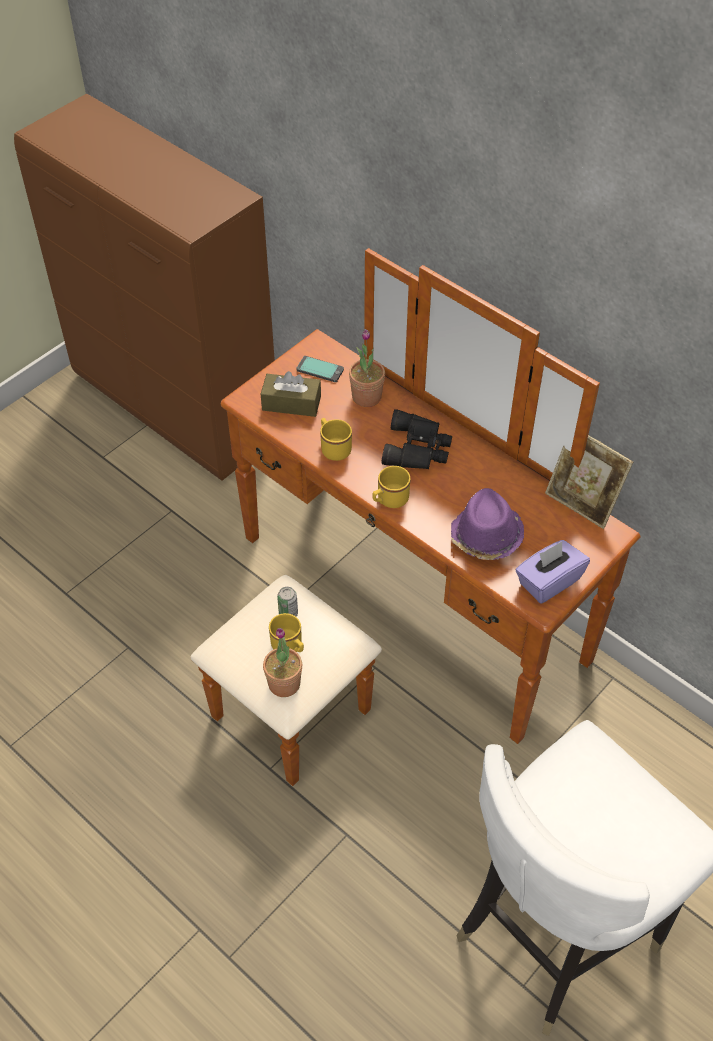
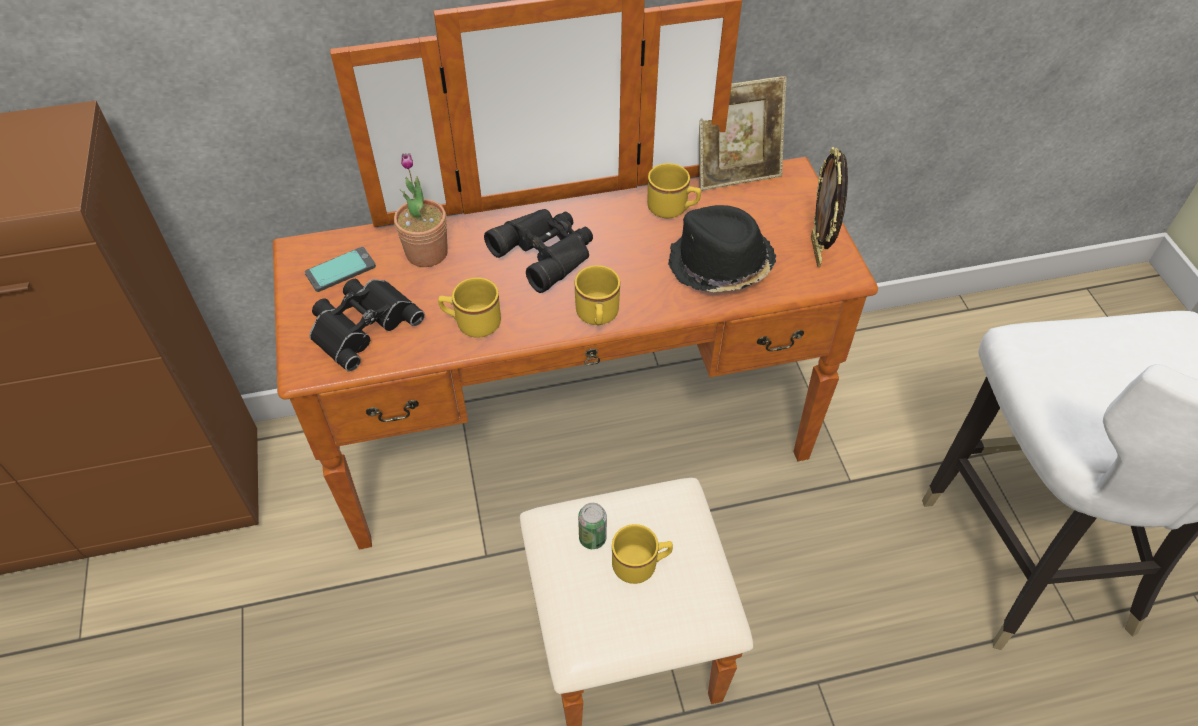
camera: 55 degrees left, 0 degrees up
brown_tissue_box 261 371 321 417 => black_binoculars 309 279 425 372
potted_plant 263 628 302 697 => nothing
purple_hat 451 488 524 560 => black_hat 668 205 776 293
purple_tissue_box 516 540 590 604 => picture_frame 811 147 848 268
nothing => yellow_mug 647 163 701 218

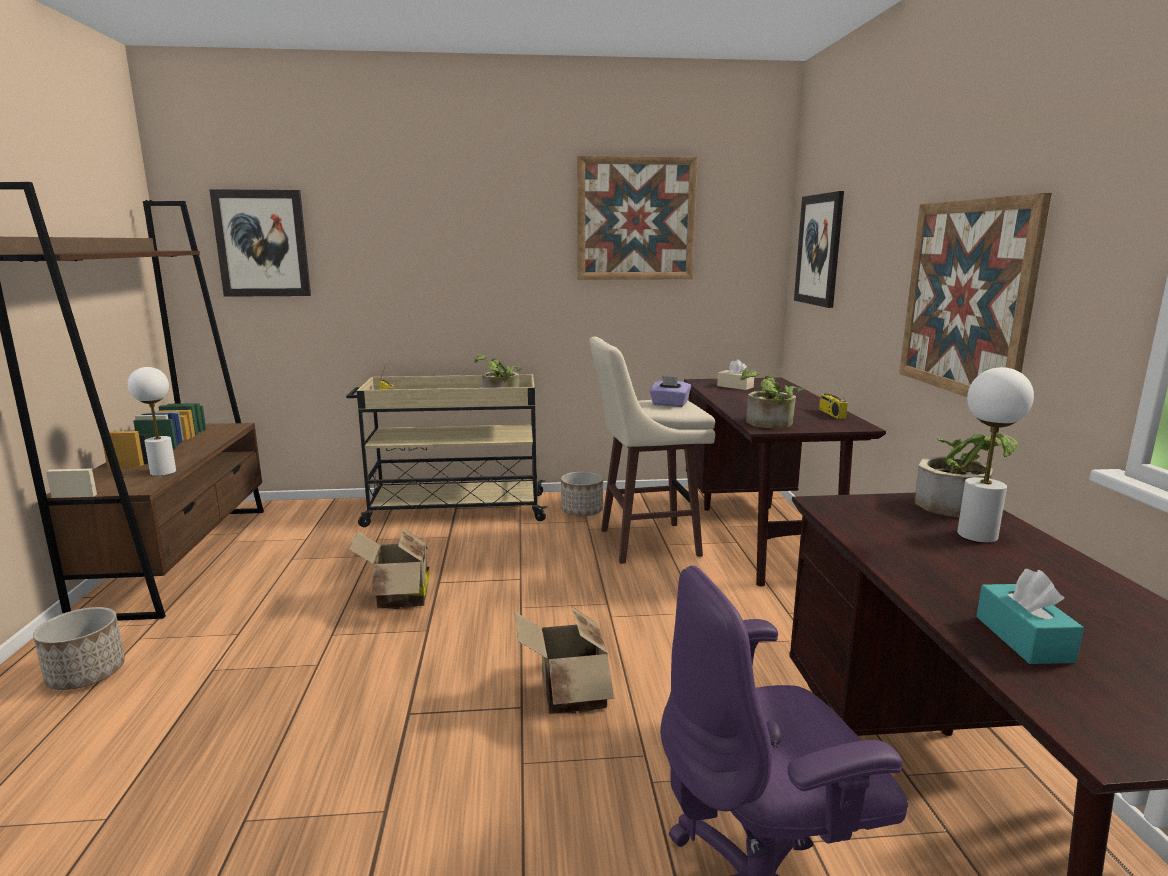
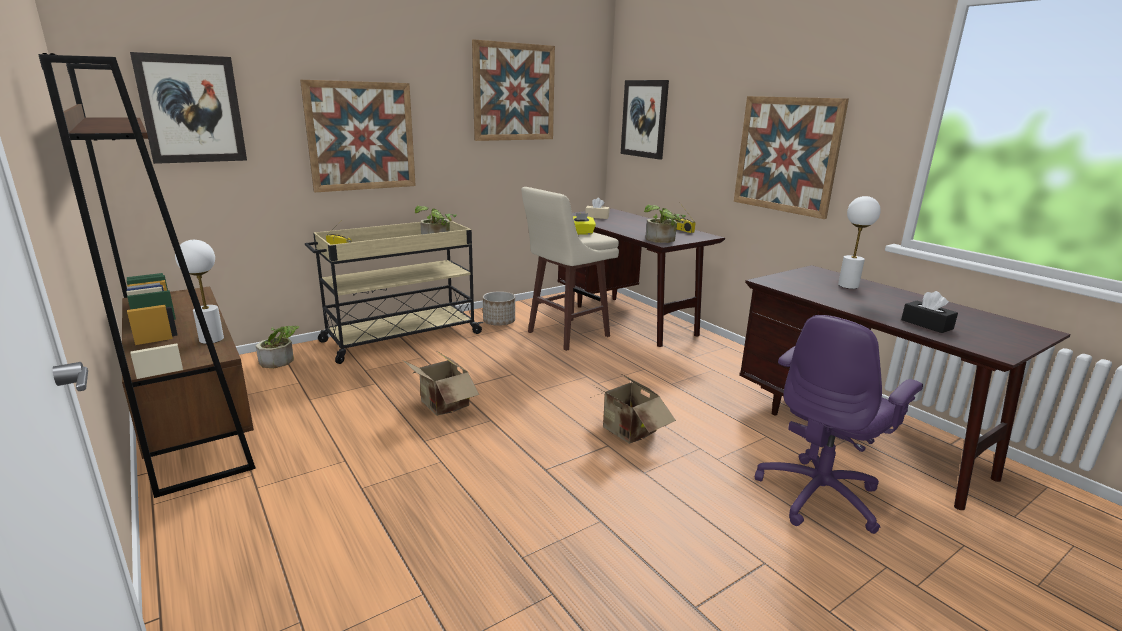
camera: 30 degrees left, 5 degrees up
planter 33 607 125 690 => nothing
purple_tissue_box 650 376 691 407 => yellow_tissue_box 573 213 596 235
potted_plant 914 433 1017 518 => potted_plant 256 326 299 368, relocated
turquoise_tissue_box 976 569 1084 664 => black_tissue_box 901 291 958 333
nothing => picture 300 80 416 192

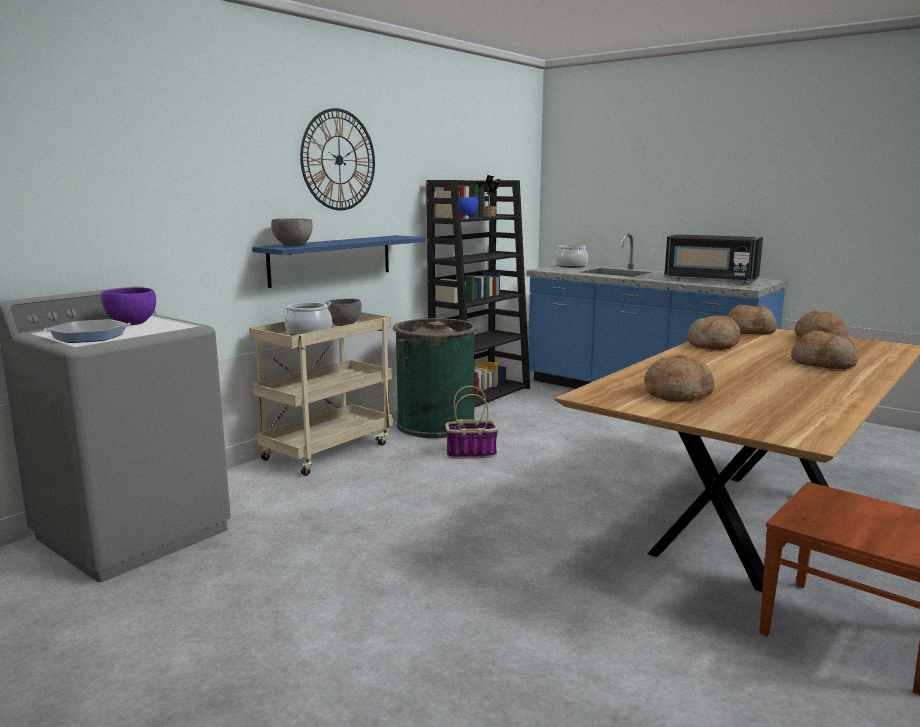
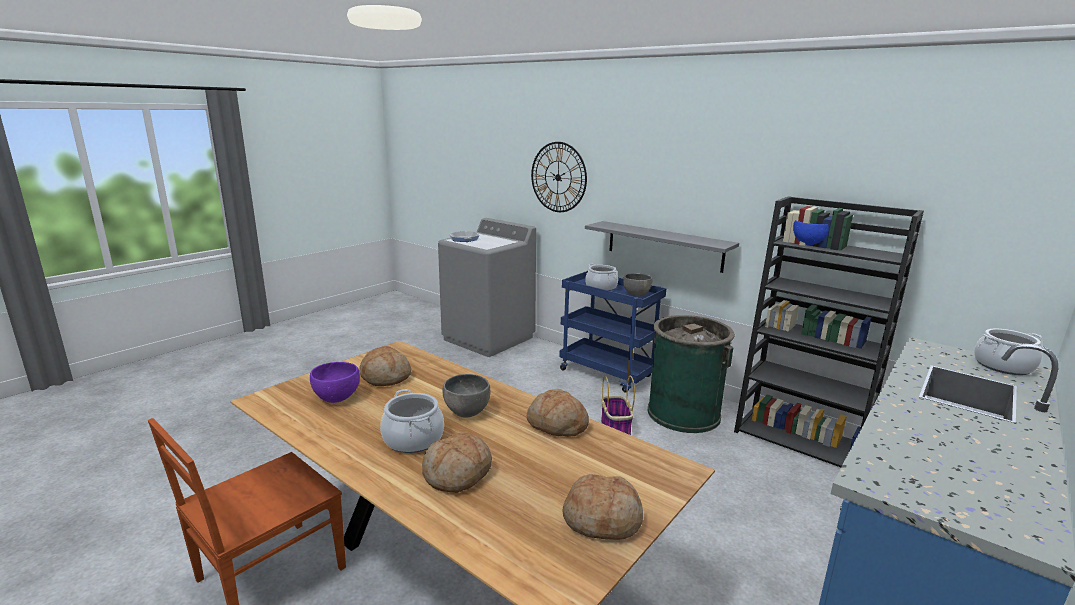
camera: 90 degrees right, 5 degrees up
purple_bowl 101 288 156 325 => purple_bowl 310 362 360 403, relocated
beige_cart 249 312 393 476 => blue_cart 559 271 666 393
blue_shelf 252 235 425 288 => grey_shelf 585 221 739 273
grey_bowl 271 219 313 246 => grey_bowl 443 374 491 418, relocated
wall_clock 300 108 375 210 => wall_clock 531 142 587 212, relocated
potted_plant 475 175 504 217 => nothing
black_microwave 665 234 763 284 => nothing
bread 728 304 777 335 => nothing
nothing => cooking_pot 380 389 444 453

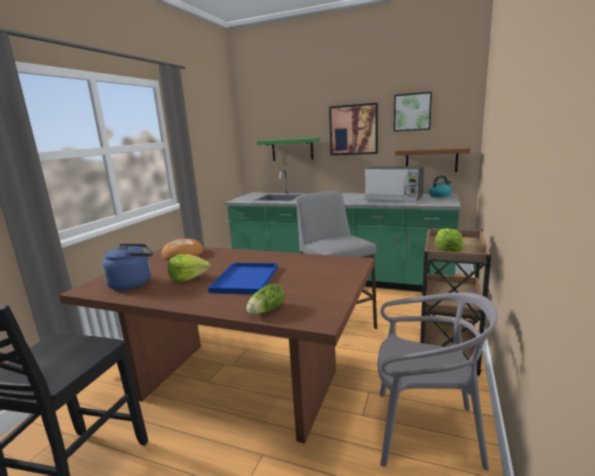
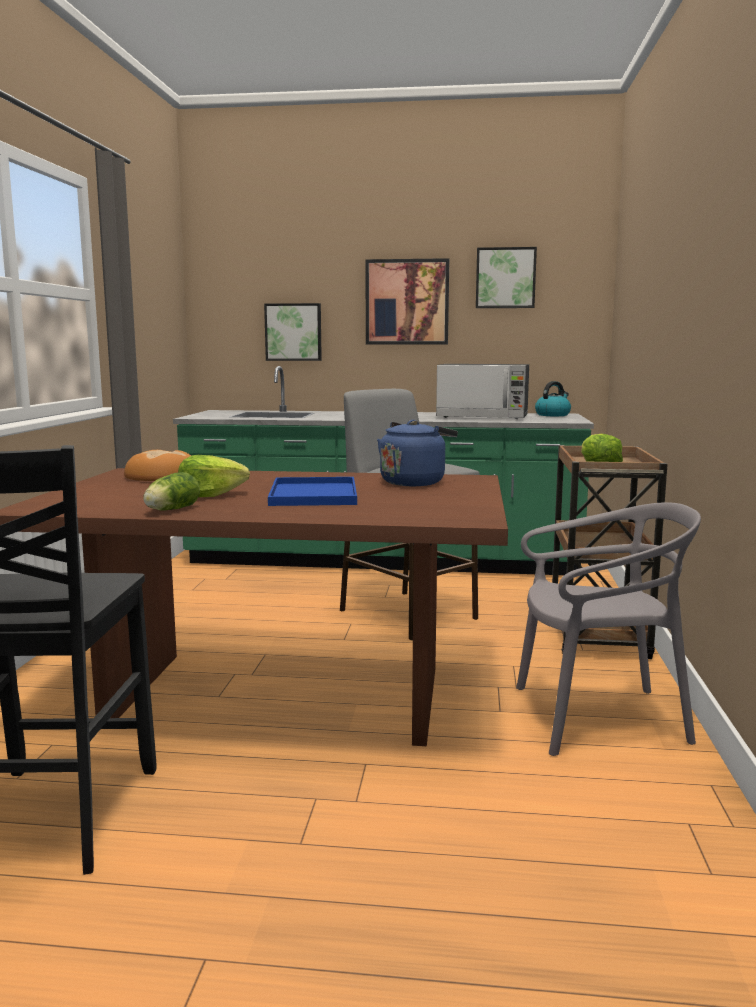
camera: 15 degrees left, 5 degrees down
blue_kettle 102 244 153 291 => blue_kettle 377 420 458 486, relocated
lettuce 247 284 285 314 => lettuce 143 472 200 511, relocated
green_shelf 257 137 320 161 => picture 264 303 322 361
brown_shelf 395 147 470 172 => nothing

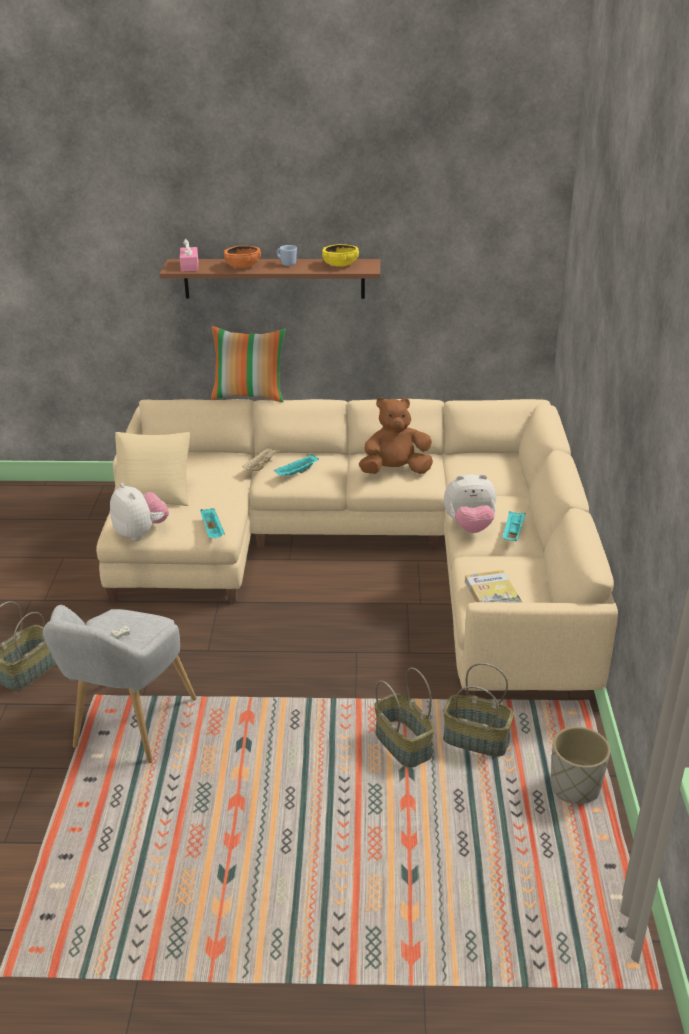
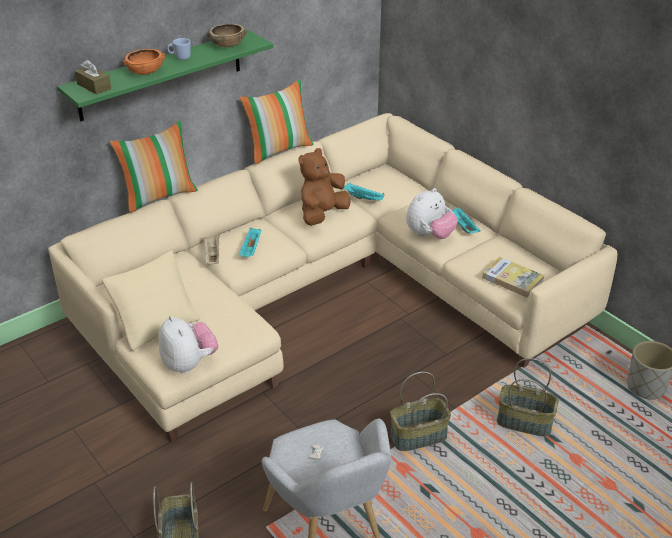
camera: 40 degrees left, 5 degrees up
plush_toy 110 483 169 541 => plush_toy 159 315 218 373, 45 degrees clockwise
brown_shelf 160 259 380 299 => green_shelf 57 30 273 121
pink_tissue_box 180 239 198 271 => brown_tissue_box 75 60 111 95
turquoise_tray 200 508 225 538 => turquoise_tray 343 183 384 201, relocated
yellow_bowl 322 244 359 267 => brown_bowl 207 24 247 47
basket 443 663 514 757 => basket 390 372 451 451, relocated
nothing => pillow 239 79 314 164

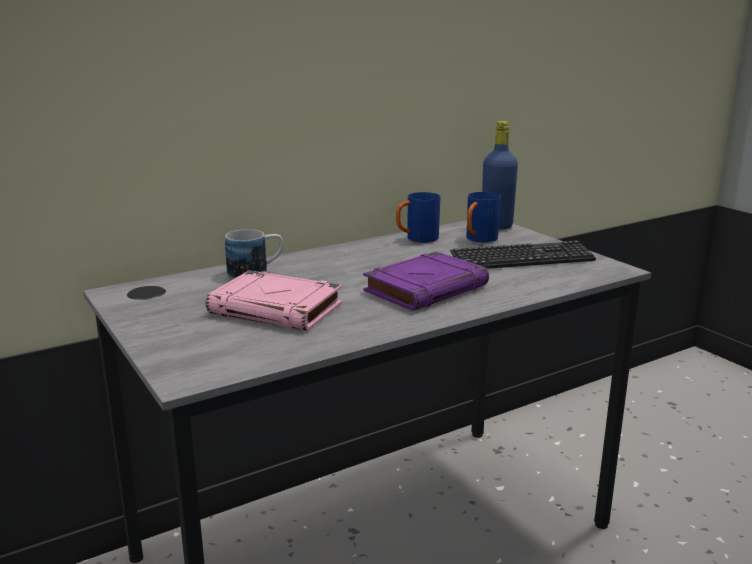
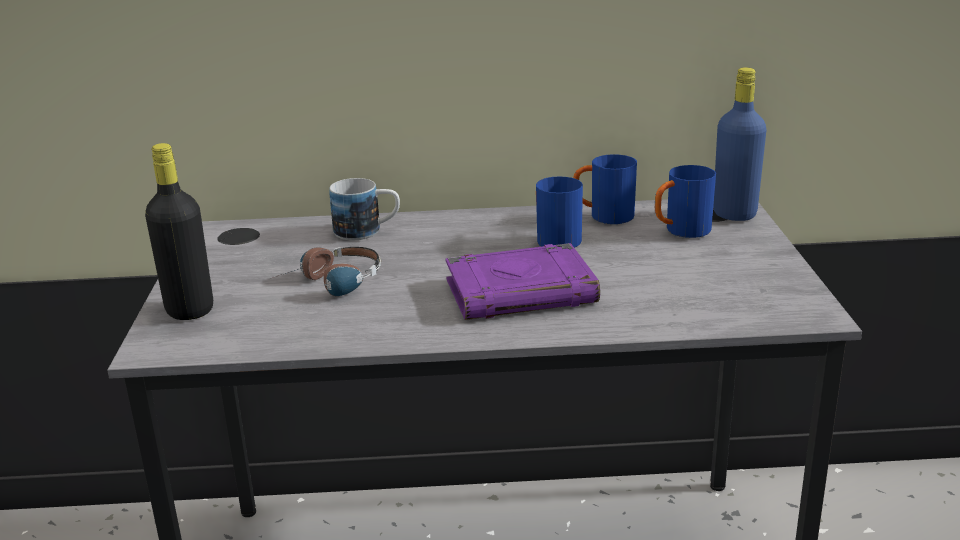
camera: 30 degrees right, 5 degrees up
pink_book 206 270 343 331 => headphones 270 247 381 296
keyboard 450 241 596 269 => nothing
nothing => black_bottle 145 143 213 320
nothing => blue_mug 536 177 583 248

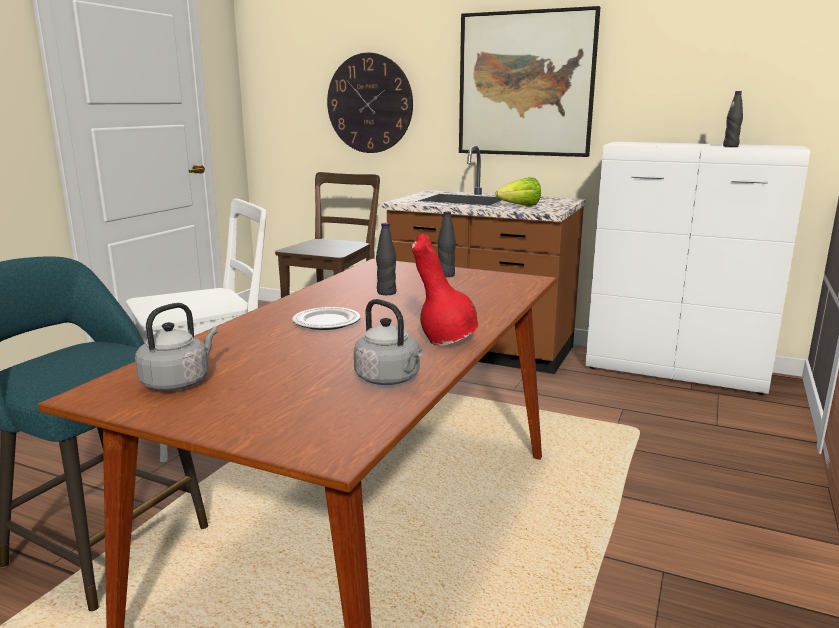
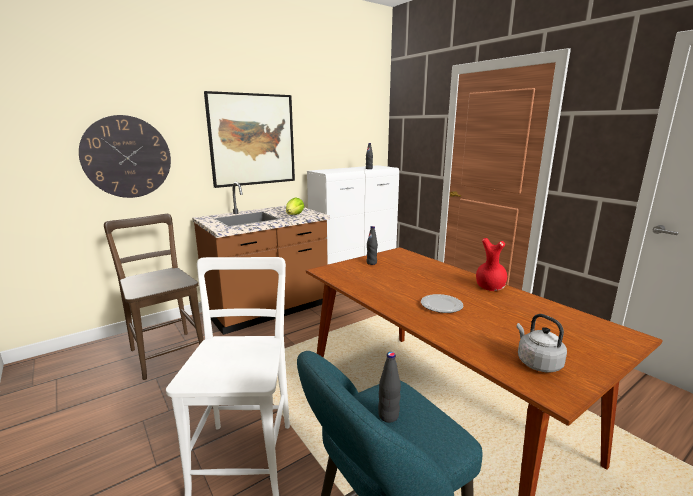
camera: 60 degrees left, 0 degrees up
grey_kettle 354 299 423 385 => nothing
black_bottle 376 223 396 295 => black_bottle 378 352 401 423, relocated

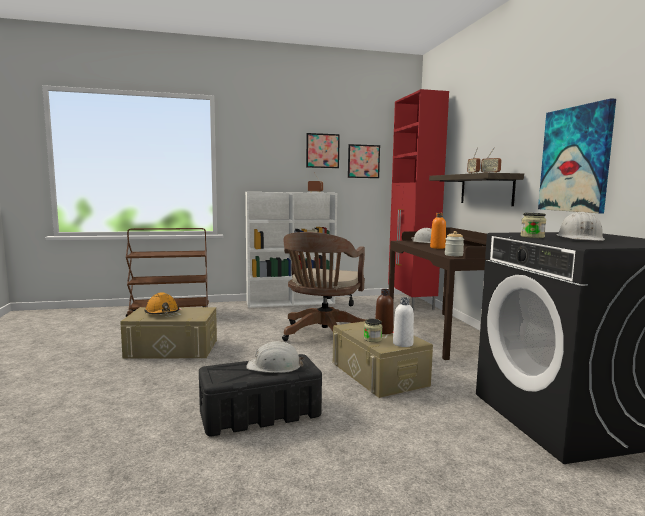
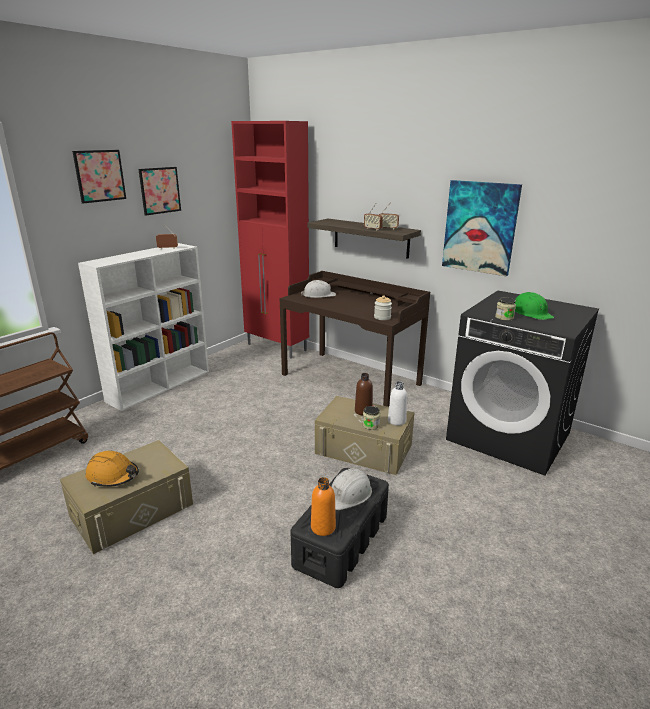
camera: 40 degrees left, 15 degrees up
brown_office_chair 282 232 366 341 => nothing
picture 348 144 380 178 => picture 72 150 126 204, relocated
orange_bottle 430 213 446 249 => orange_bottle 311 477 336 536, relocated
white_hard_hat 557 212 605 241 => green_hard_hat 515 292 554 320

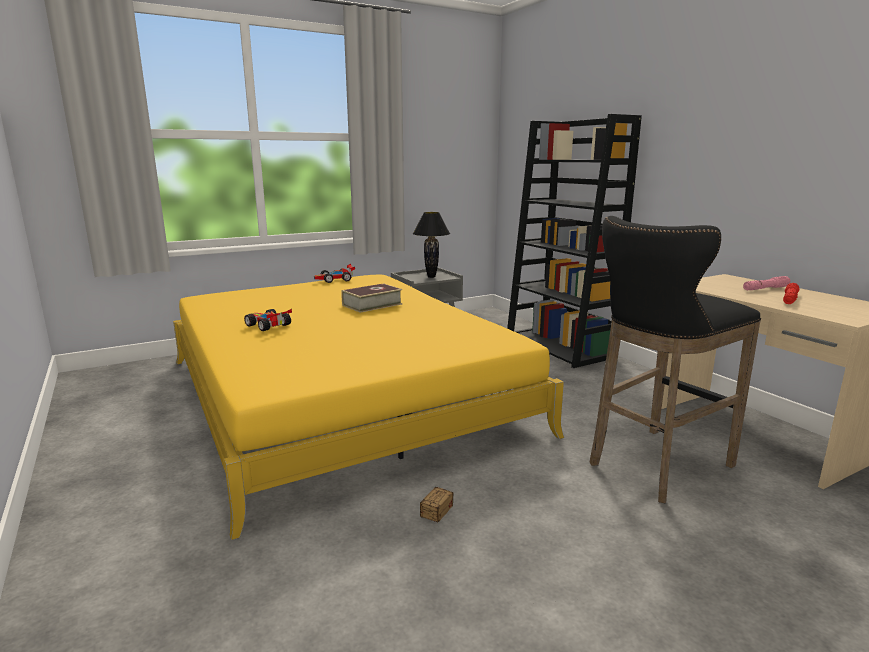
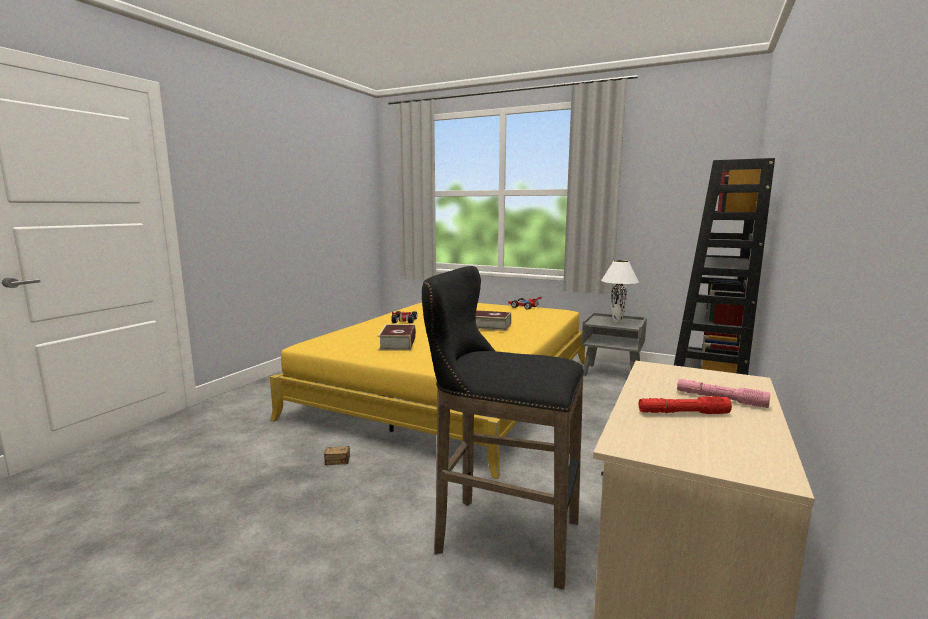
camera: 55 degrees right, 5 degrees down
black_table_lamp 413 212 450 278 => white_table_lamp 601 260 639 324
nothing => book 378 324 416 351

